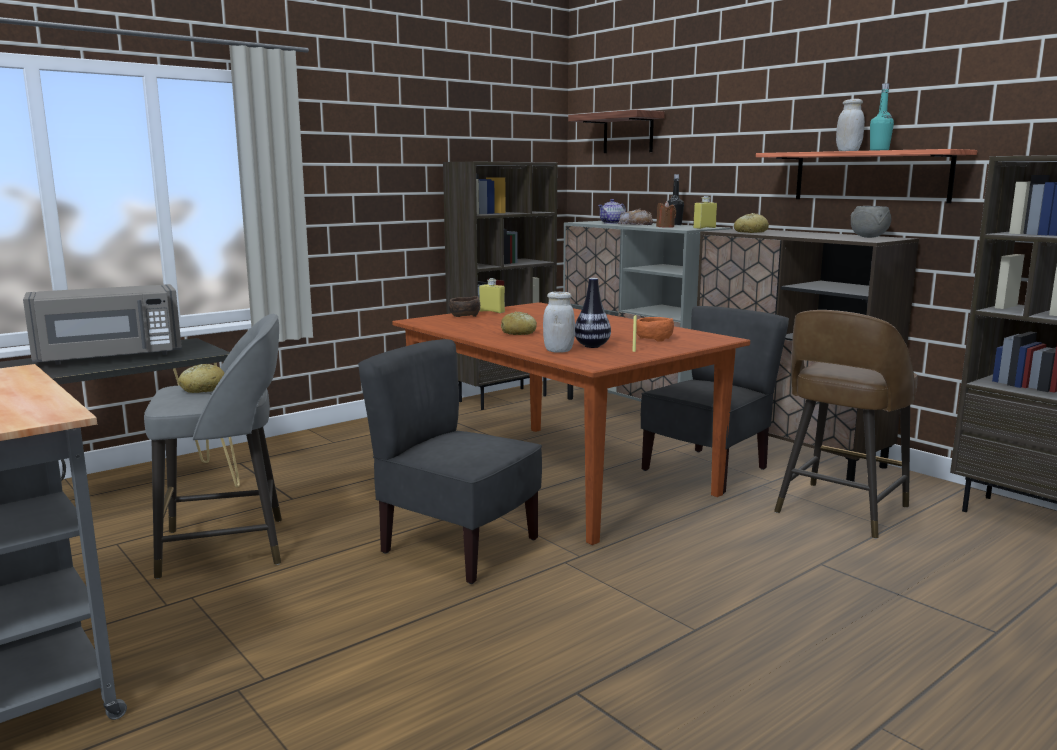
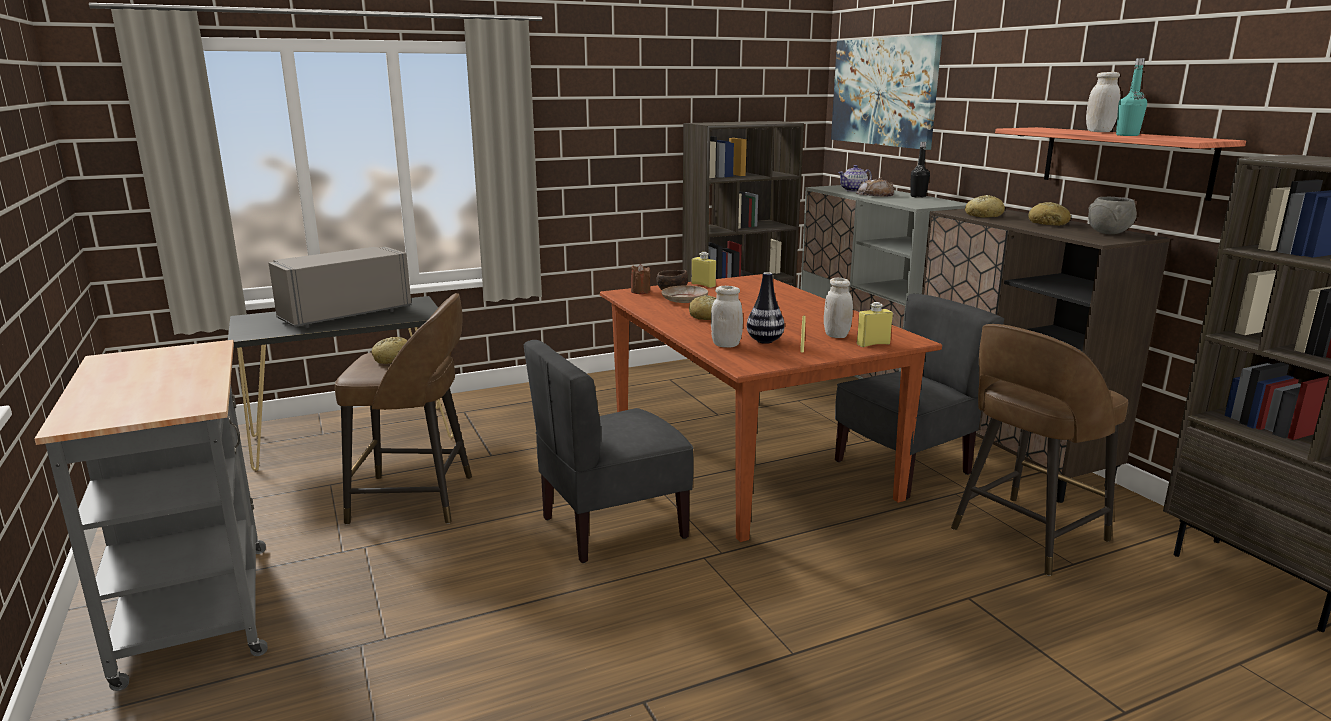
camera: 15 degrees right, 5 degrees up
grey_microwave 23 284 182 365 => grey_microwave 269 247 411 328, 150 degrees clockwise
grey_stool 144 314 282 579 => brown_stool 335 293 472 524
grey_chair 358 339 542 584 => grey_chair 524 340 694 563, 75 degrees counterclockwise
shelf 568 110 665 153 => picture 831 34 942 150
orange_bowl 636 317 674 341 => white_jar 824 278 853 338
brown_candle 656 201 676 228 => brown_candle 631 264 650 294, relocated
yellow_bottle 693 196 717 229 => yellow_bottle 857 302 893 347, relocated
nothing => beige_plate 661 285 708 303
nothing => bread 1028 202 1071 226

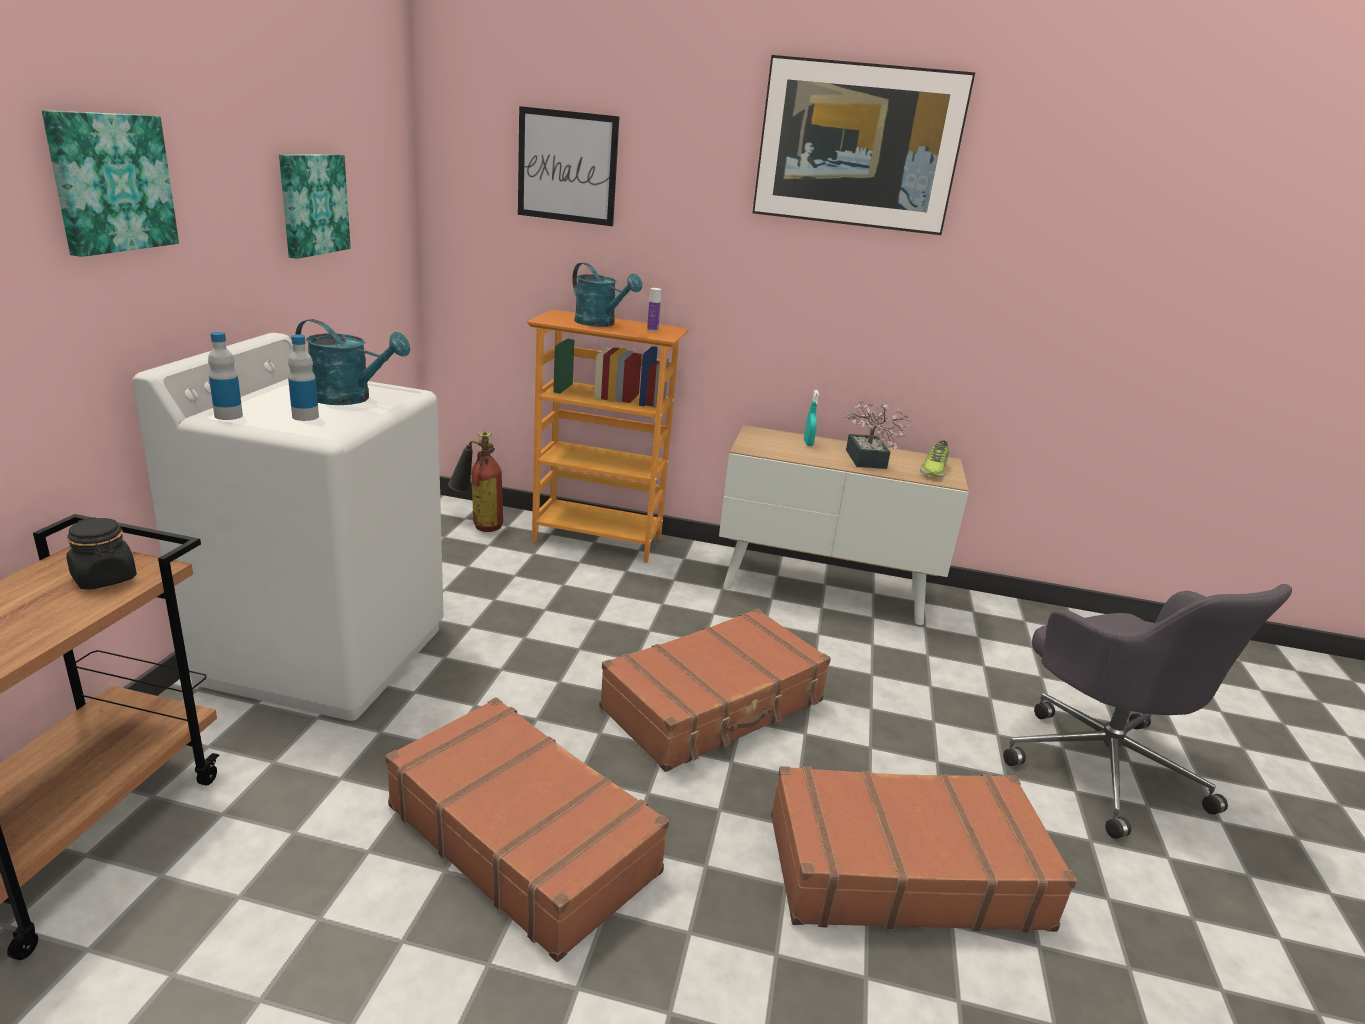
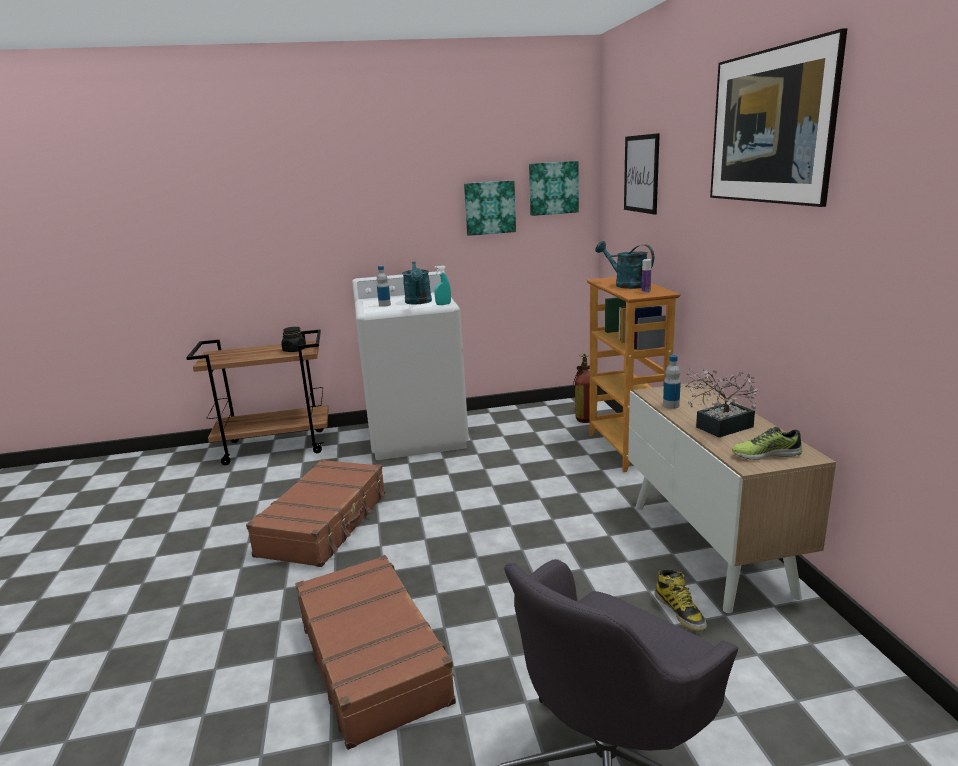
camera: 70 degrees right, 5 degrees down
picture 42 110 179 257 => picture 529 161 579 216, relocated
bottle 208 332 243 420 => bottle 663 355 681 409, relocated
turquoise_watering_can 572 263 642 327 => turquoise_watering_can 595 241 654 289, 120 degrees clockwise
brown_suitcase 599 608 831 772 => nothing
turquoise_spray_bottle 804 390 820 446 => turquoise_spray_bottle 434 265 451 305, relocated
nothing => boot 655 569 707 631

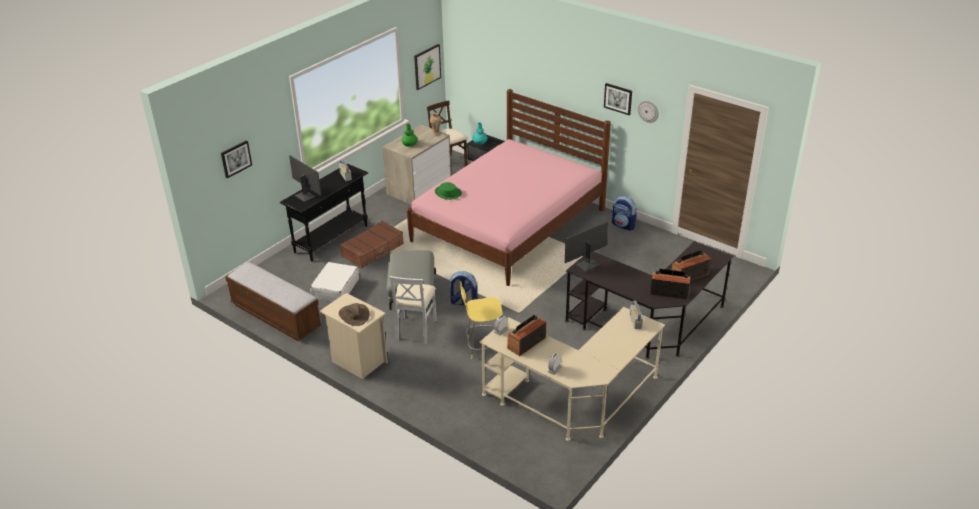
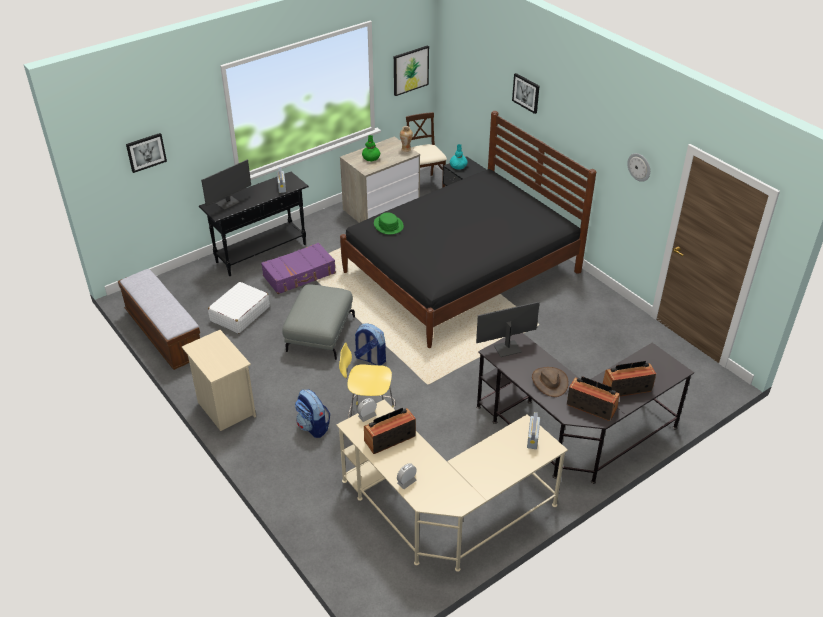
camera: 15 degrees right, 5 degrees up
monitor 289 155 321 202 => monitor 201 160 251 210, 75 degrees clockwise
brown_hat 339 303 370 326 => brown_hat 532 367 569 397, relocated
brown_suitcase 340 221 404 268 => purple_suitcase 261 242 336 294
white_chair 390 276 437 343 => nothing
pink_bed 407 89 611 286 => black_bed 340 111 596 348
picture 604 83 632 115 => picture 512 73 540 114, relocated
backpack 612 196 637 231 => backpack 295 389 330 438, relocated

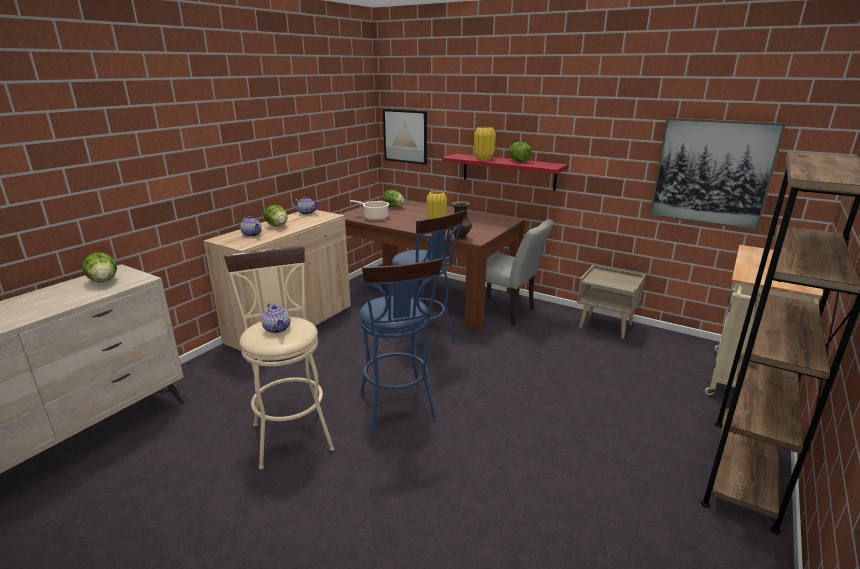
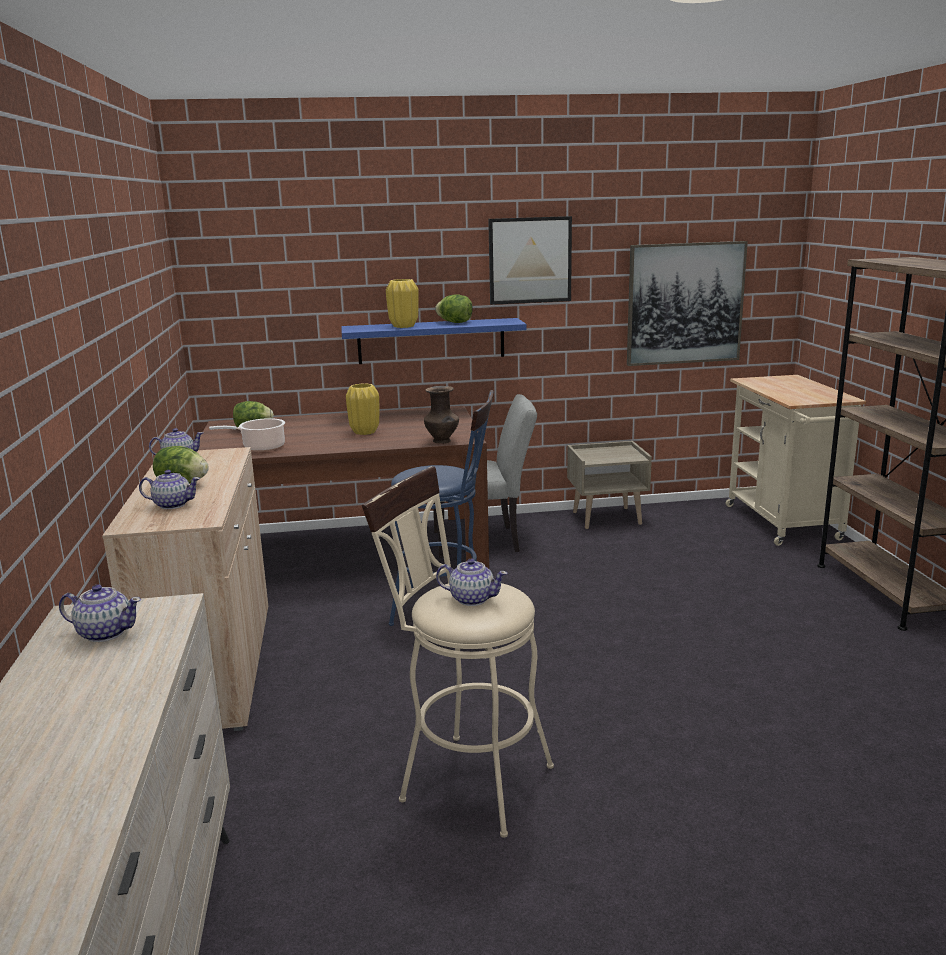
camera: 40 degrees left, 5 degrees down
lettuce 82 252 117 282 => teapot 59 584 141 642
blue_stool 359 258 443 433 => nothing
picture 383 109 427 165 => picture 488 216 572 305, relocated
red_shelf 442 154 568 191 => blue_shelf 342 318 527 364

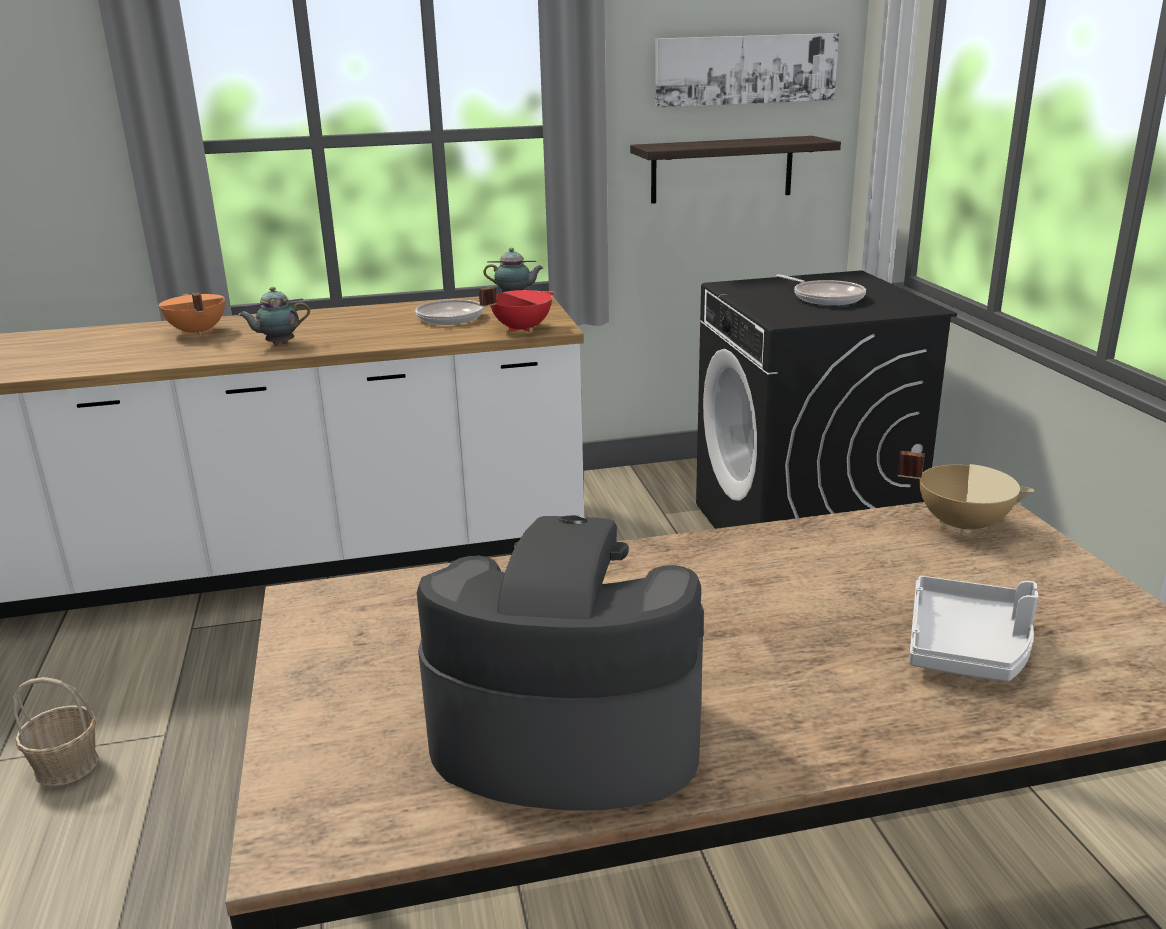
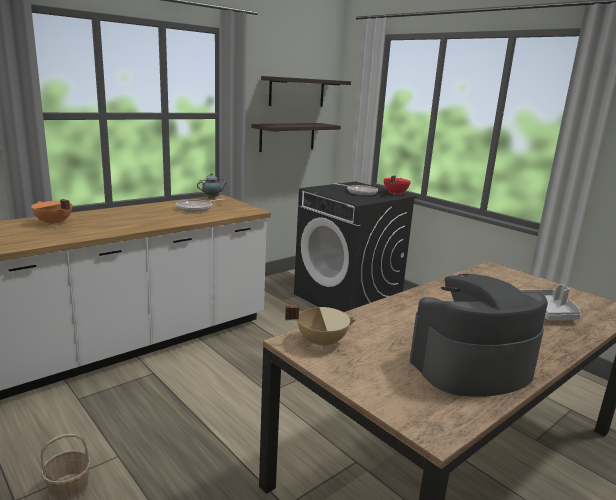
camera: 30 degrees left, 5 degrees down
teapot 238 287 310 345 => nothing
red_cooking_pot 479 287 554 332 => red_cooking_pot 384 175 411 195, relocated
picture 655 33 839 108 => shelf 261 76 351 107
beige_cooking_pot 898 451 1035 535 => beige_cooking_pot 285 305 357 349, relocated

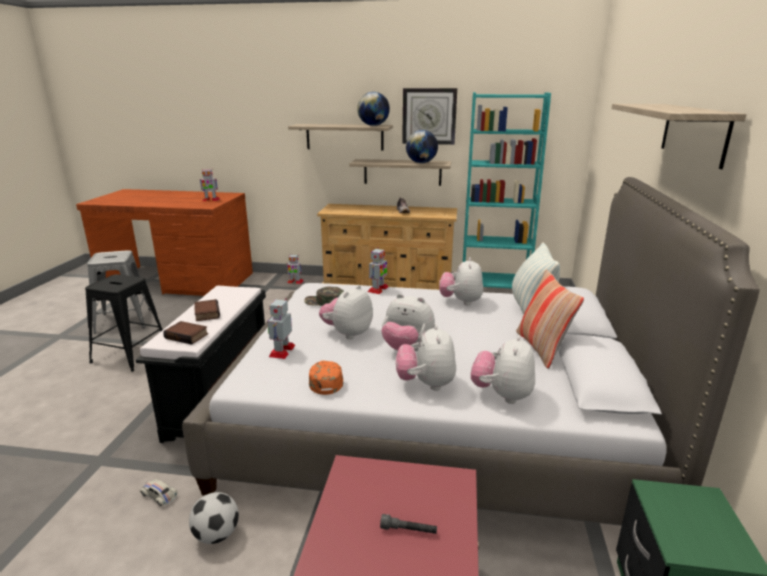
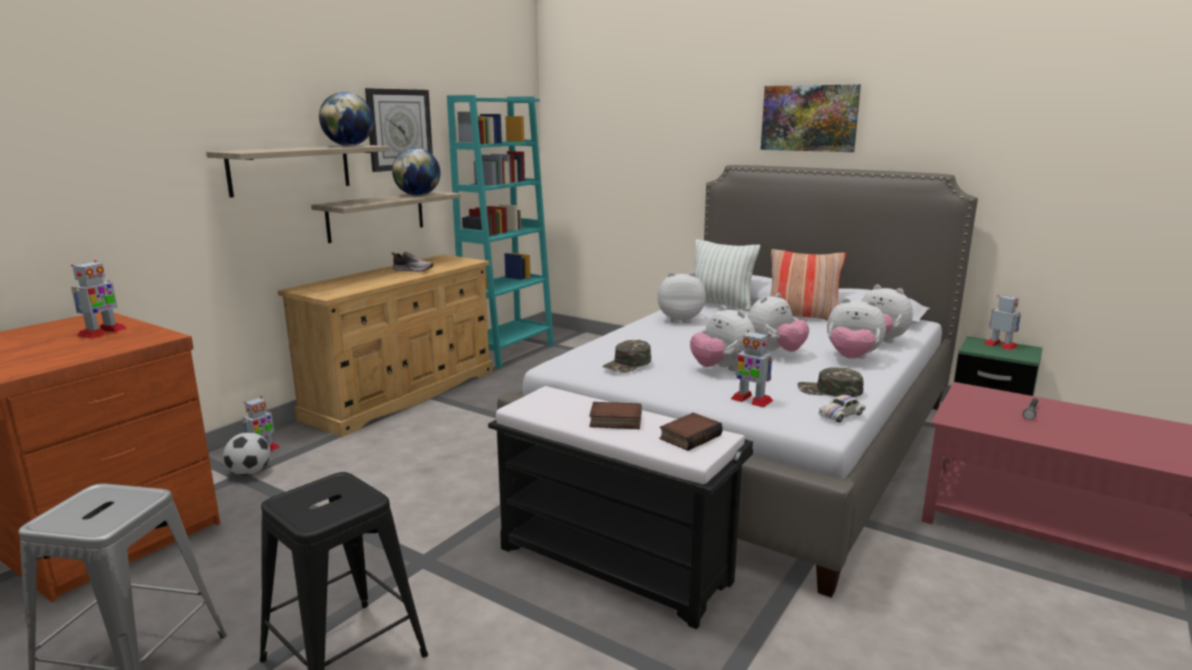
camera: 65 degrees left, 5 degrees down
white_toy_car 139 479 177 506 => white_toy_car 818 395 866 423, relocated
football 189 492 239 544 => football 223 432 270 476, relocated
orange_cap 309 361 343 395 => green_cap 798 367 864 397
toy_robot 368 247 388 294 => toy_robot 984 295 1022 350, relocated
plush_toy 439 257 483 306 => plush_toy 657 272 706 323, 150 degrees clockwise
shelf 612 104 747 169 => picture 761 84 861 152

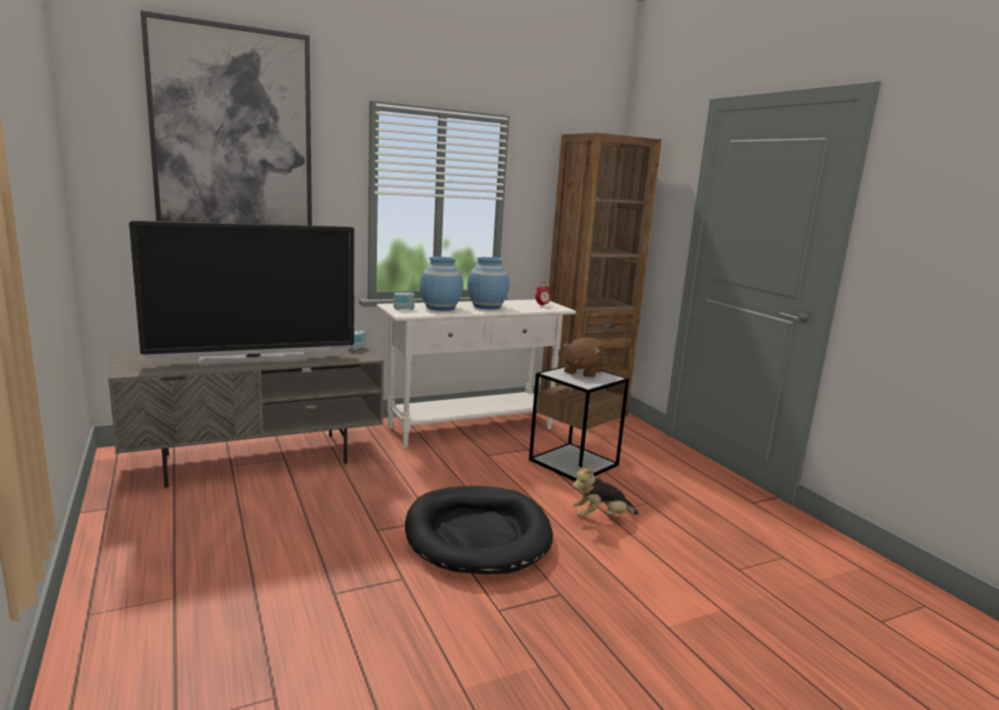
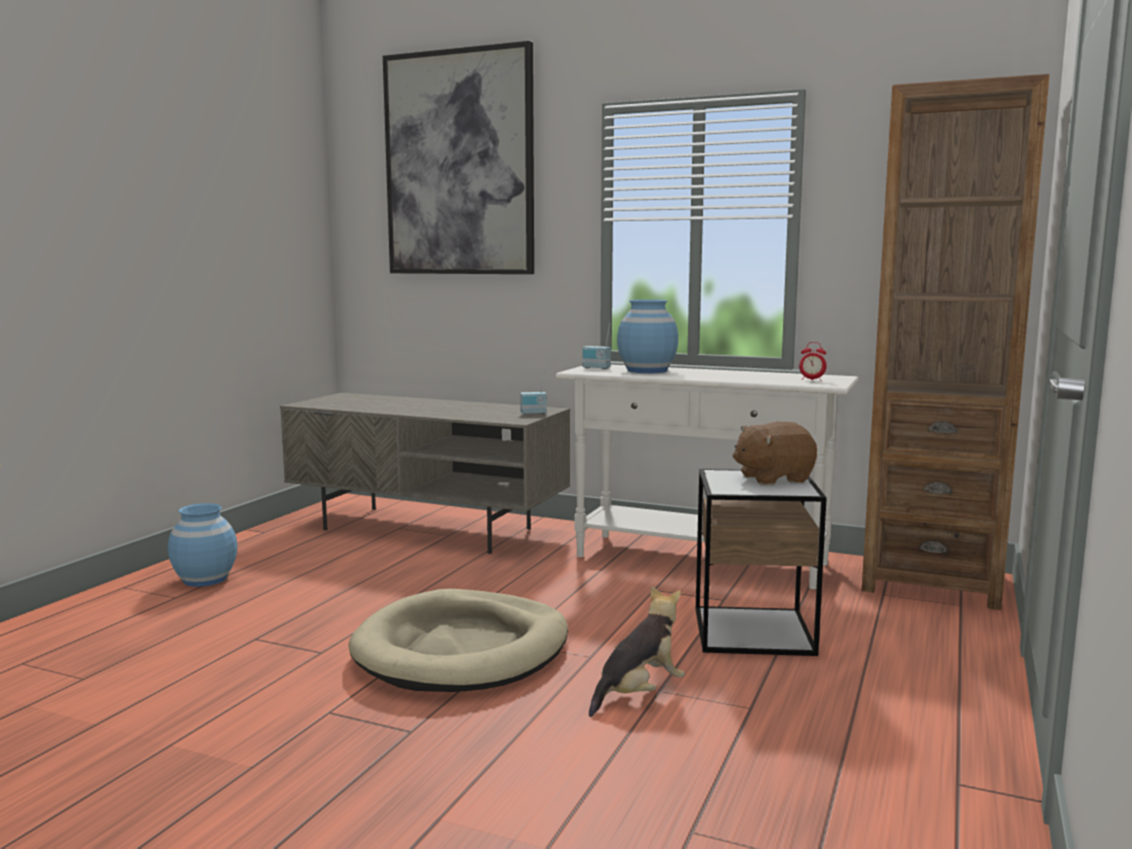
camera: 50 degrees right, 5 degrees down
television 129 220 355 366 => nothing
black_dog_bed 405 486 553 574 => beige_dog_bed 348 589 568 692
blue_vase 467 257 509 309 => blue_vase 168 503 237 587, relocated
plush_toy 572 465 638 517 => plush_toy 589 586 685 717, 105 degrees clockwise

